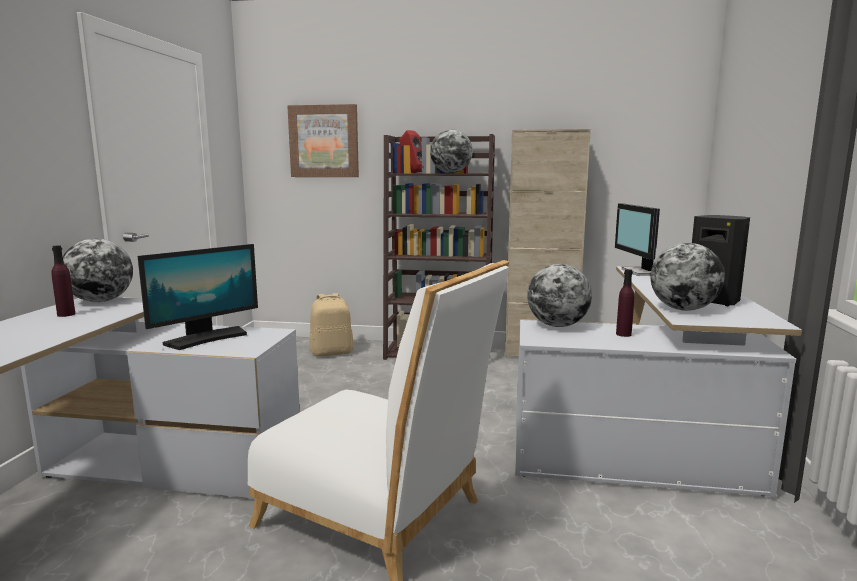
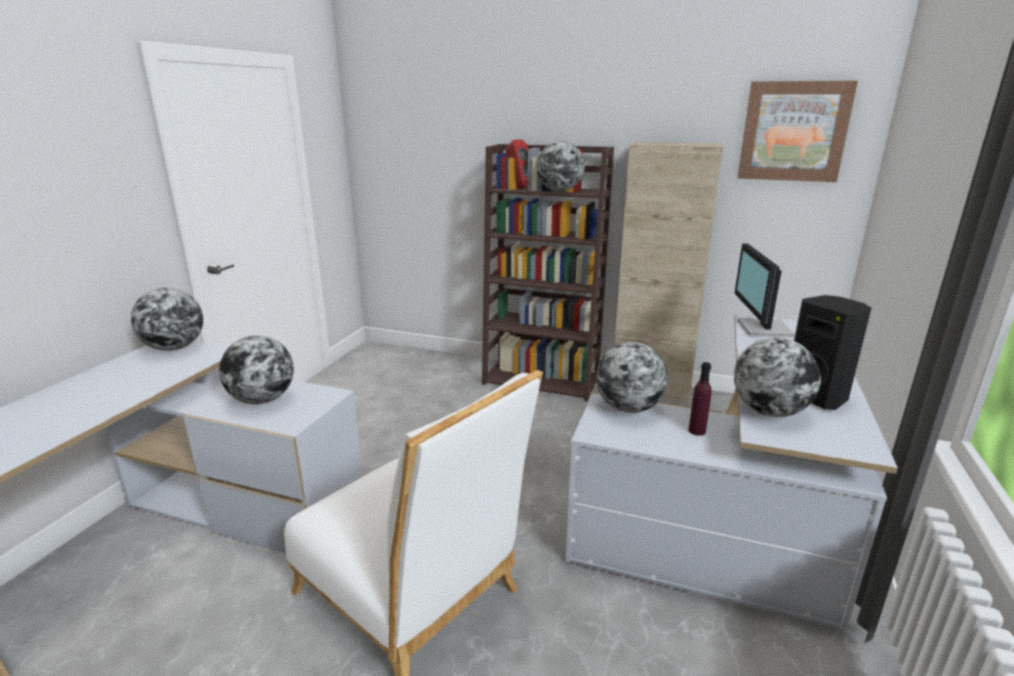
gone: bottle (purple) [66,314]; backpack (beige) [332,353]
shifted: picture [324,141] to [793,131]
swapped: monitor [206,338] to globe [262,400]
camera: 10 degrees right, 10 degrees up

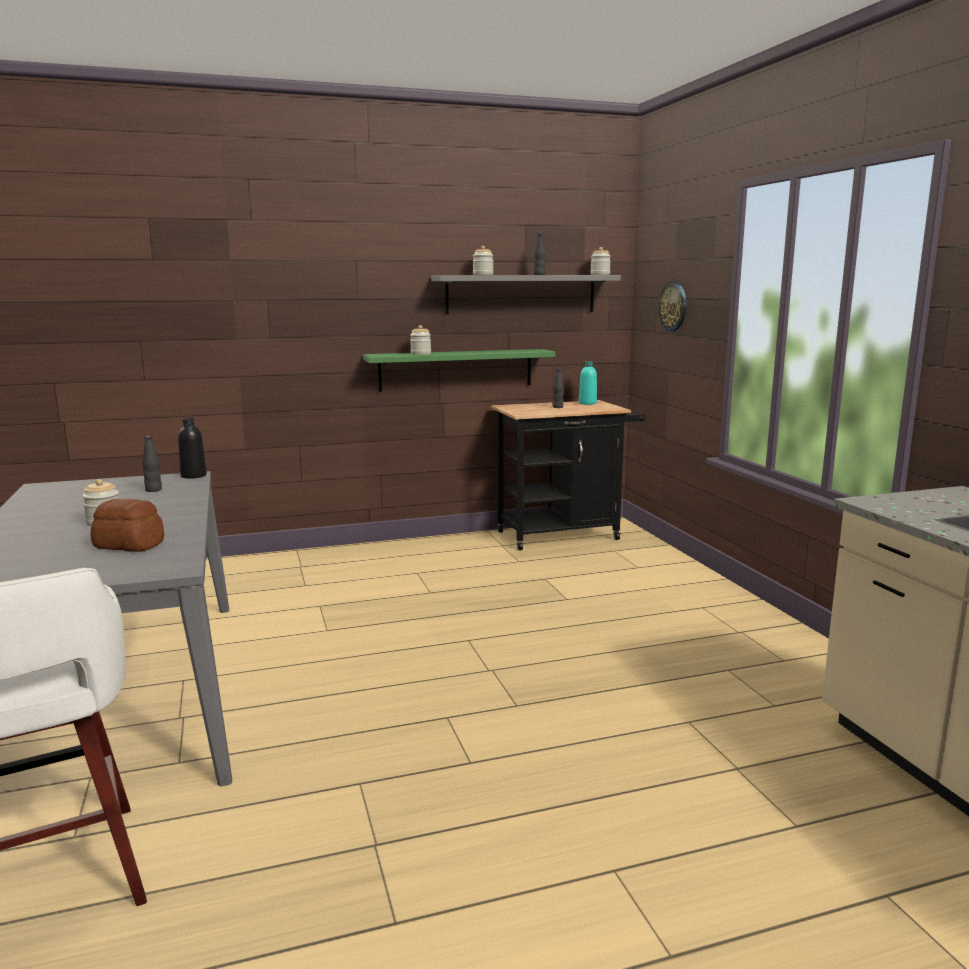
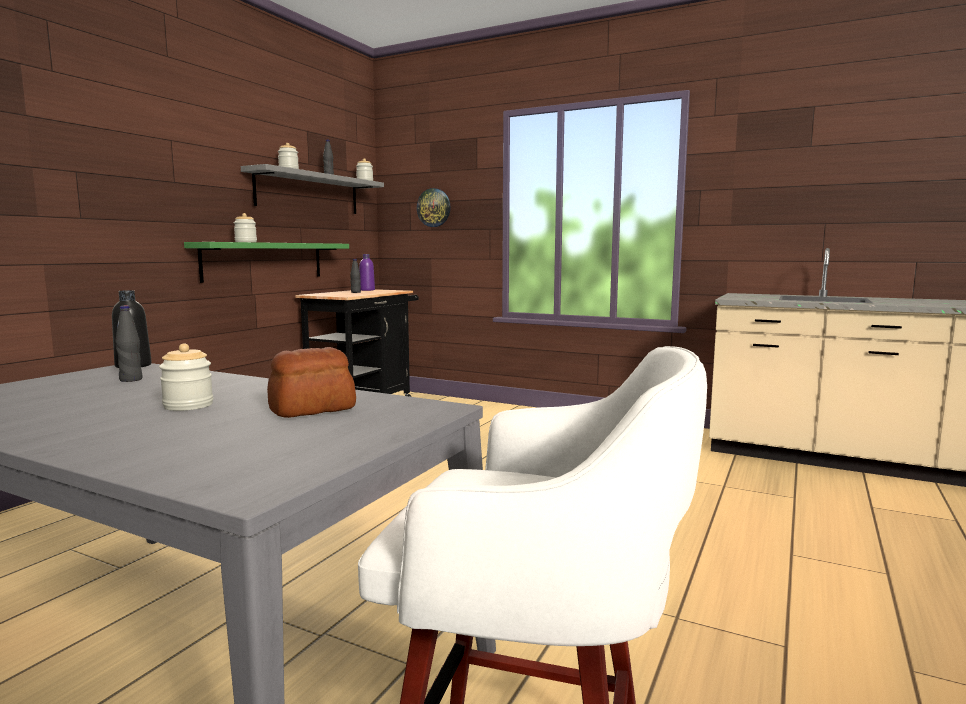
repainted: bottle (turquoise) [587,403] to bottle (purple) [367,290]
camera: 45 degrees left, 5 degrees down

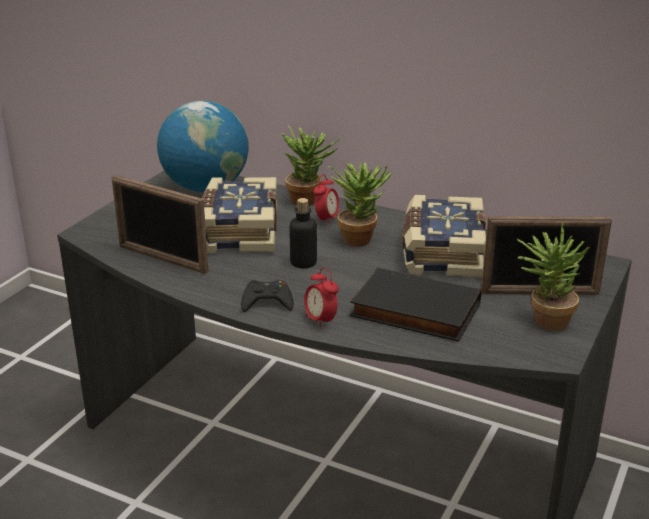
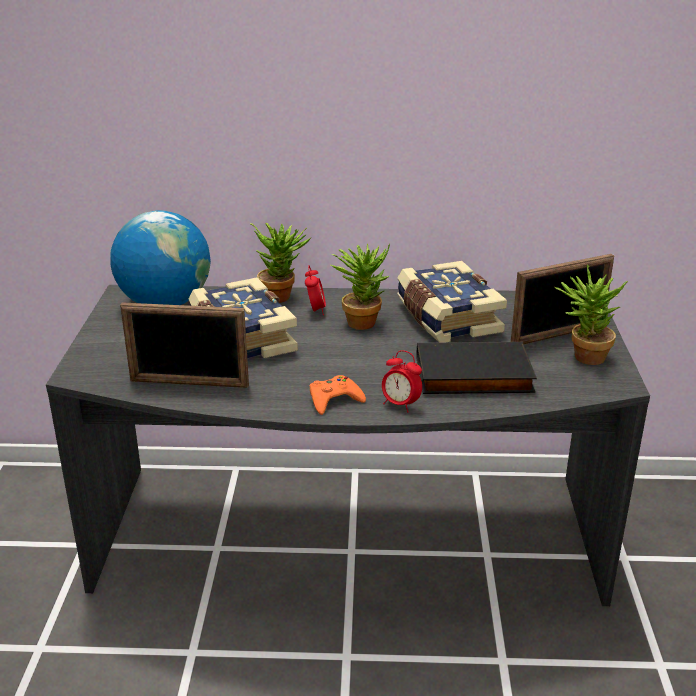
gone: bottle [303,263]
repainted: game controller (black) [267,302] to game controller (orange) [334,400]
camera: 25 degrees left, 0 degrees up

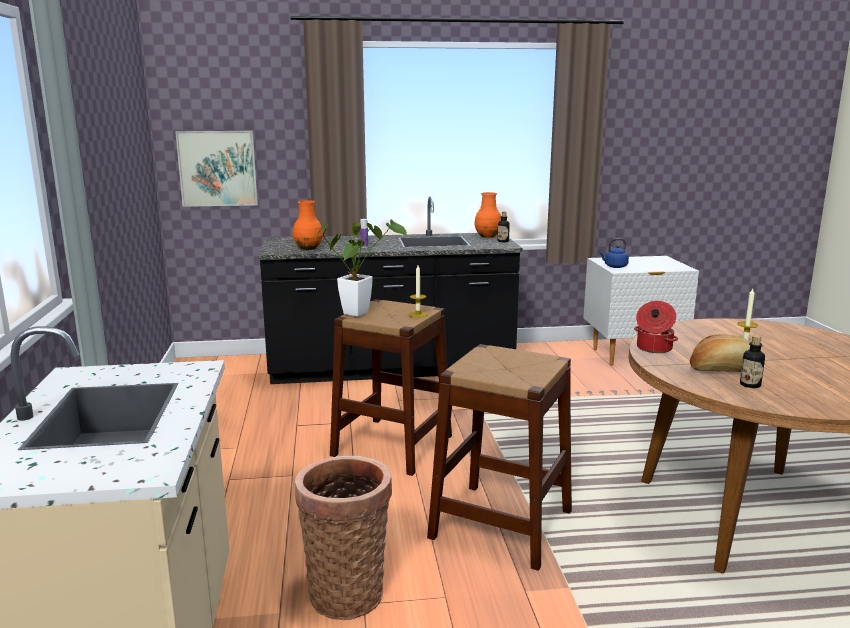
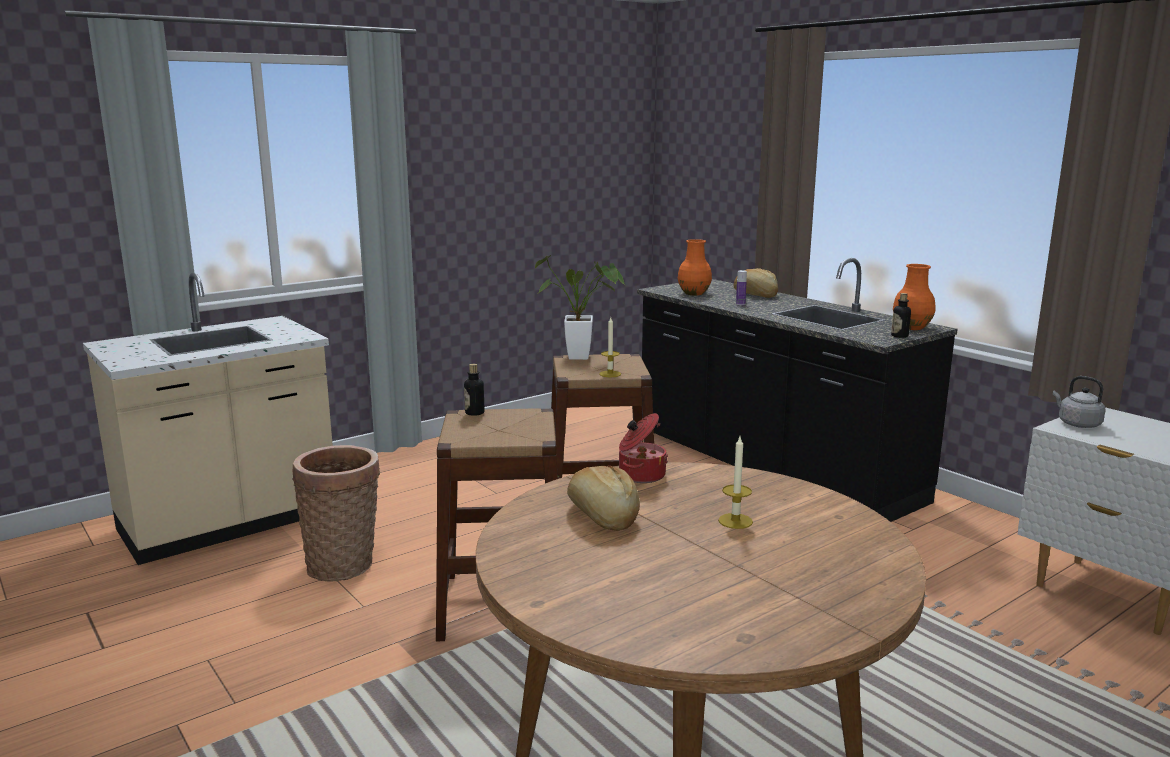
gone: picture [217,168]
new: bread [755,295]
shifted: bottle [750,385] to [474,413]
repainted: kettle (blue) [614,266] to kettle (grey) [1077,424]
camera: 60 degrees right, 0 degrees up

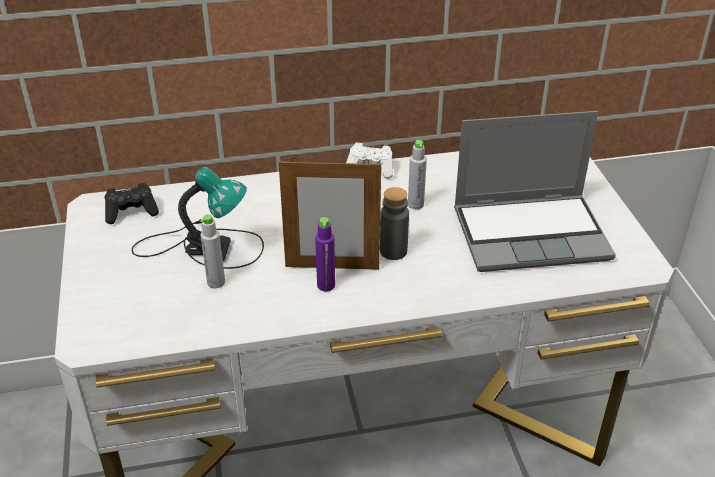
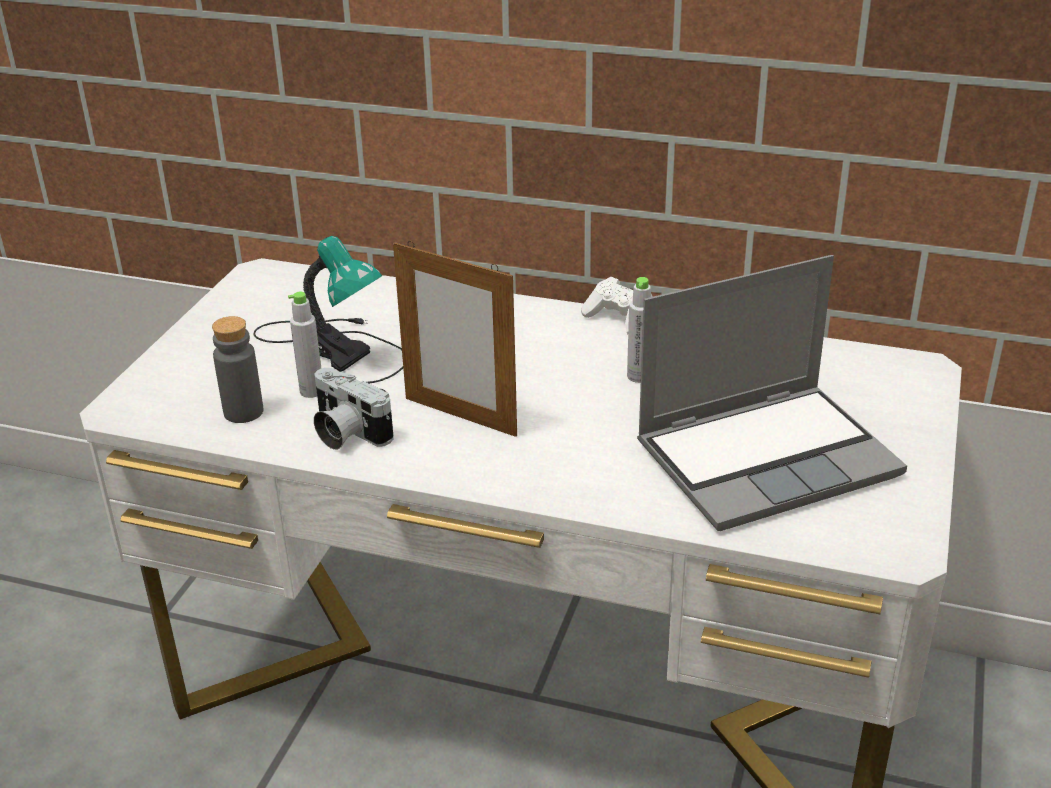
gone: game controller (black) [131,212]; bottle (purple) [326,285]
new: photo camera [346,433]
shifted: bottle (grey) [393,251] to [243,412]
rotated: laptop [532,233] = [768,457] 45 degrees counterclockwise
camera: 30 degrees right, 5 degrees down

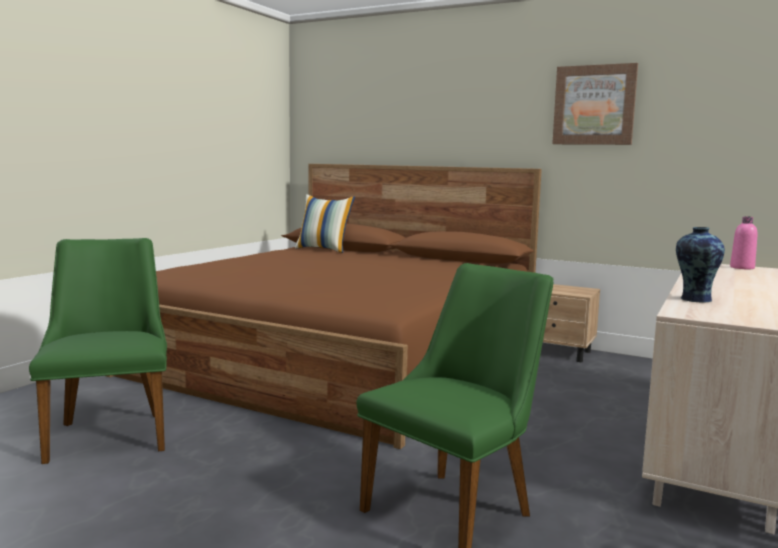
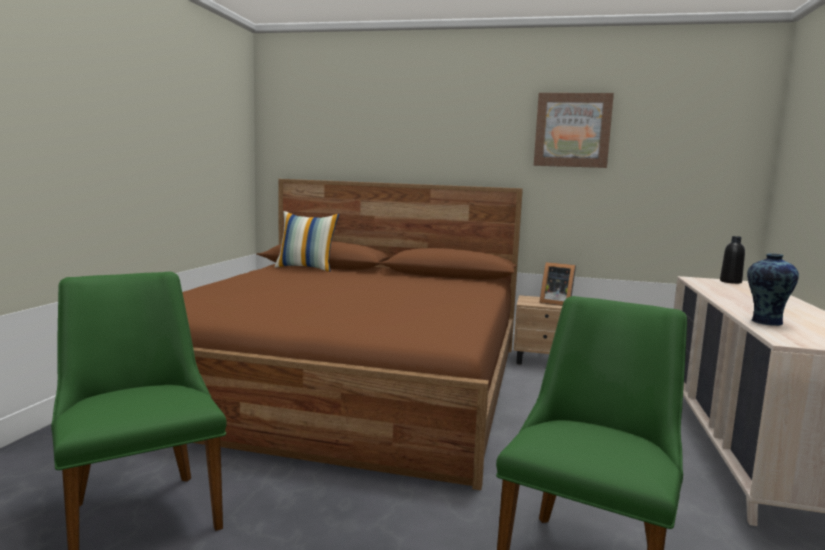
new: picture frame [555,303]
repainted: bottle (pink) [742,267] to bottle (black) [730,282]
camera: 15 degrees left, 0 degrees up

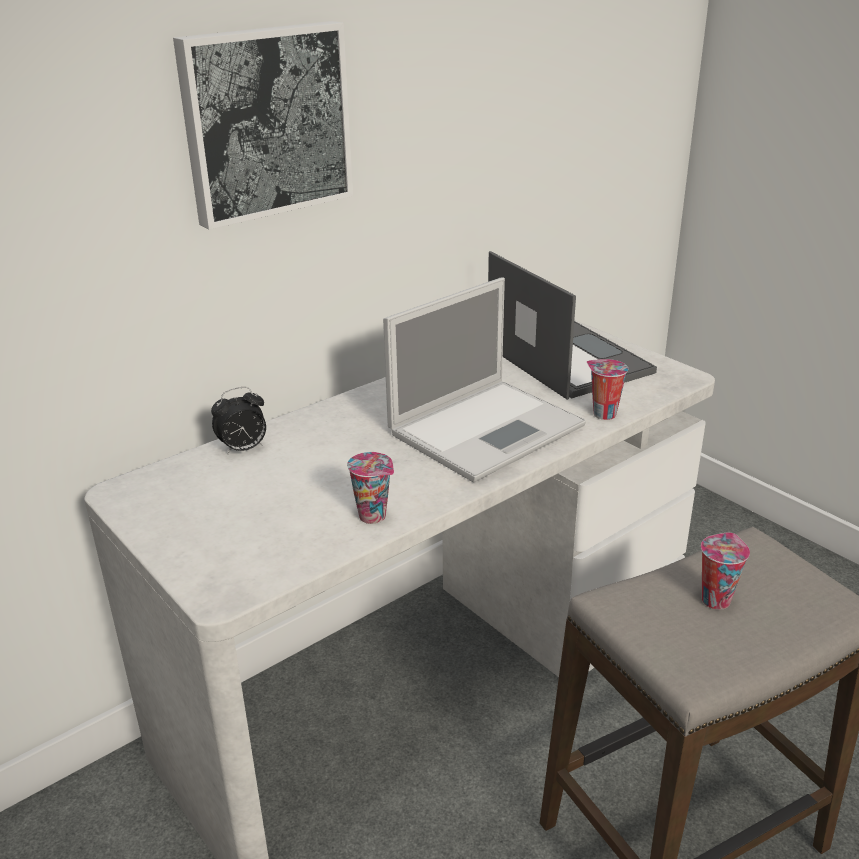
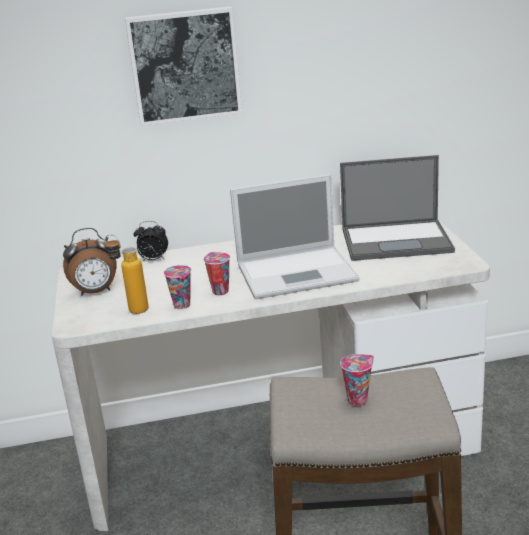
new: alarm clock [95,292]; bottle [131,309]
shifted: cup [602,414] to [219,291]
rotated: laptop [566,359] = [397,240] 90 degrees clockwise
camera: 30 degrees right, 5 degrees down

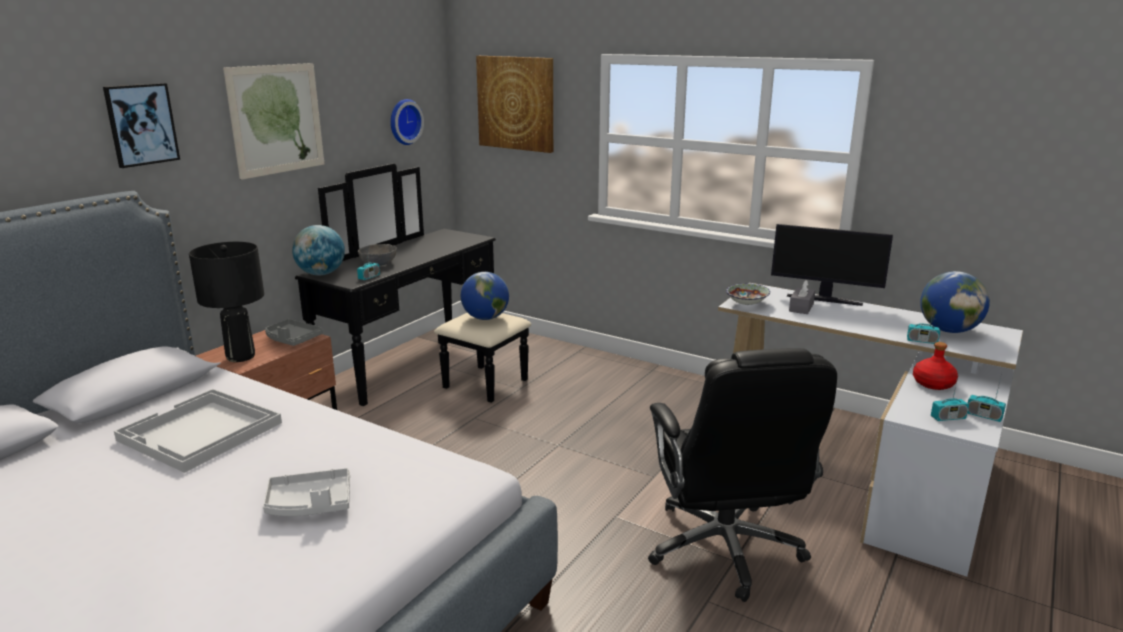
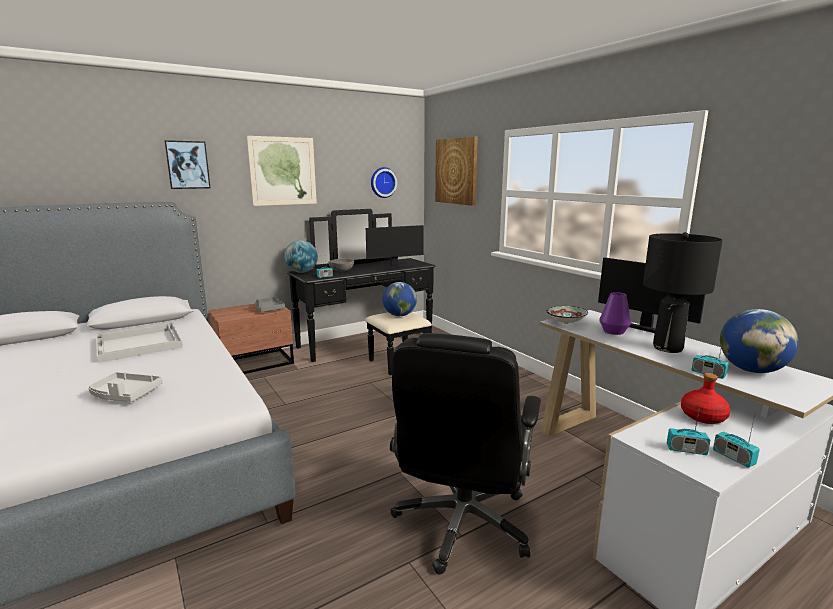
new: monitor [395,267]
shifted: table lamp (black) [241,356] to [667,348]
swapped: tissue box (grey) [801,307] to vase (purple) [613,331]
camera: 25 degrees right, 5 degrees down

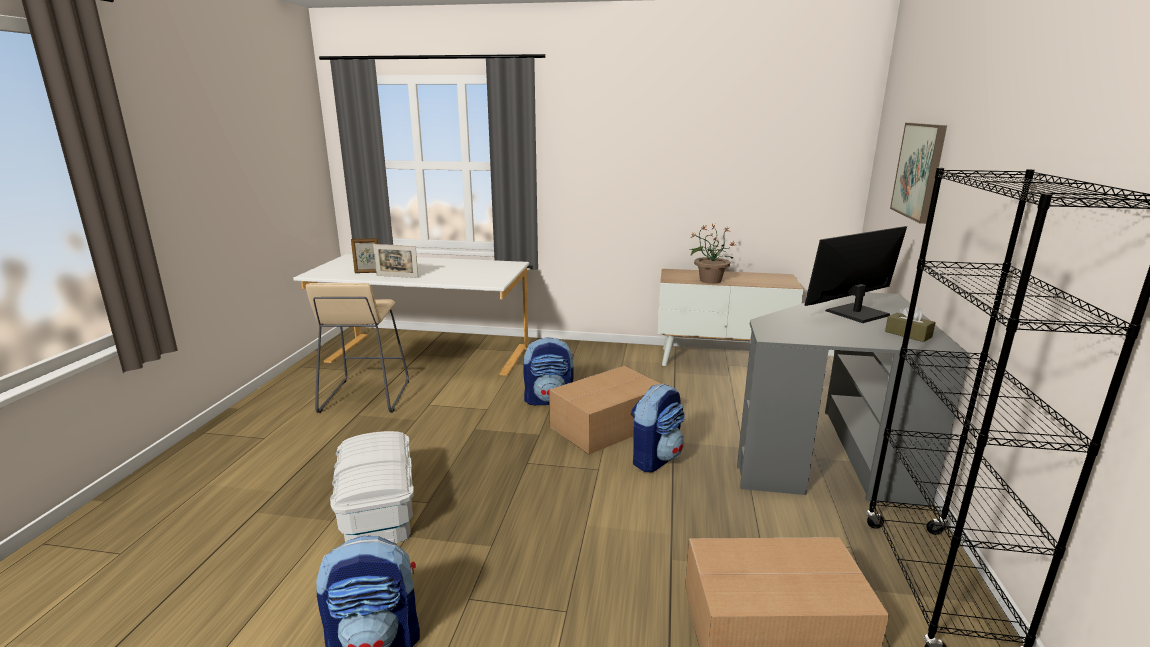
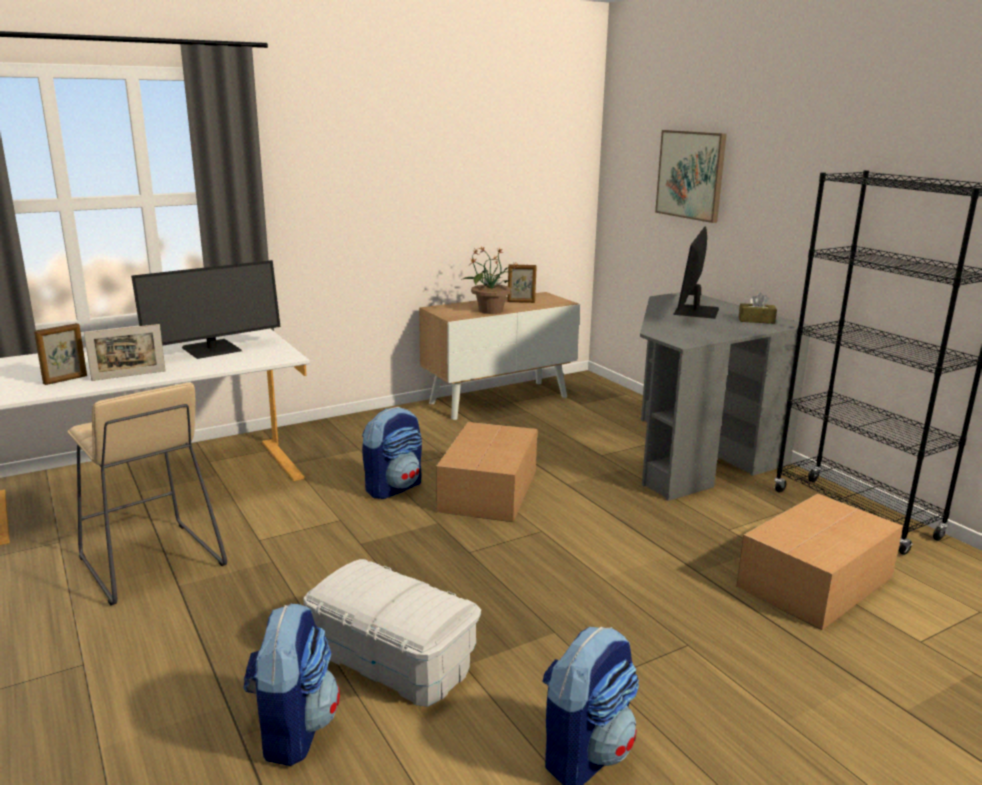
new: monitor [212,350]; picture frame [521,302]
shifted: backpack [655,458] to [292,730]
camera: 40 degrees left, 0 degrees up

